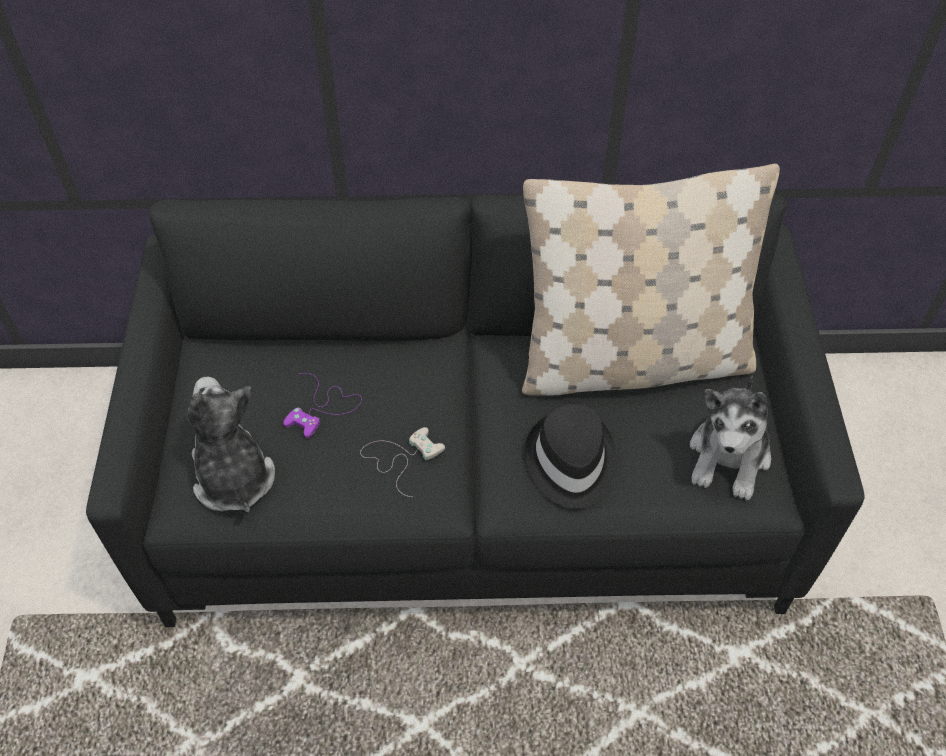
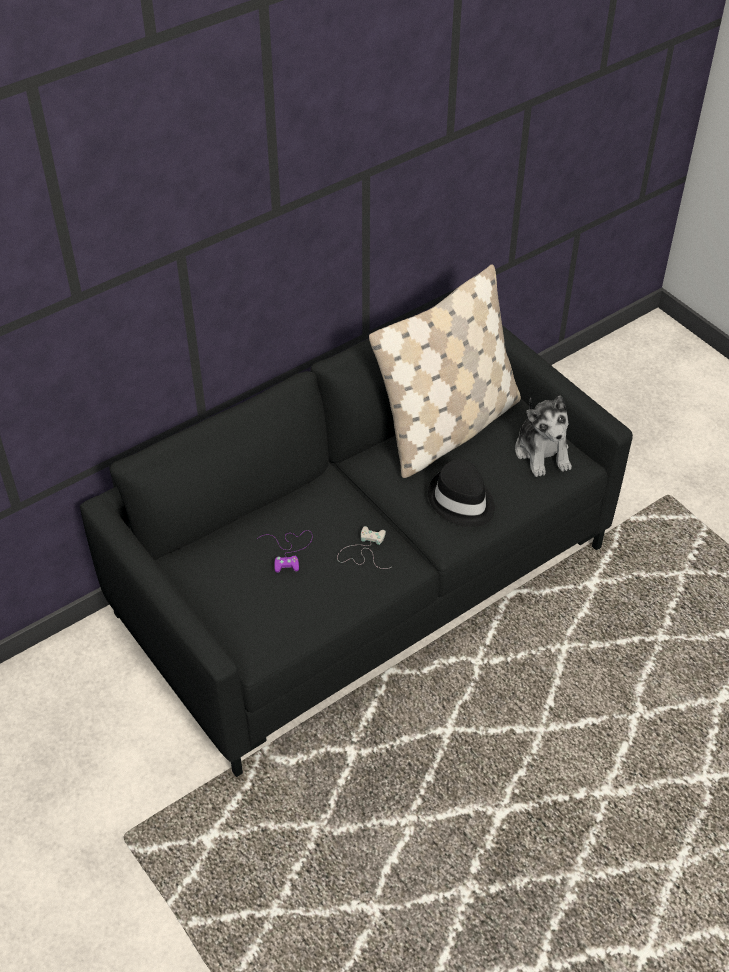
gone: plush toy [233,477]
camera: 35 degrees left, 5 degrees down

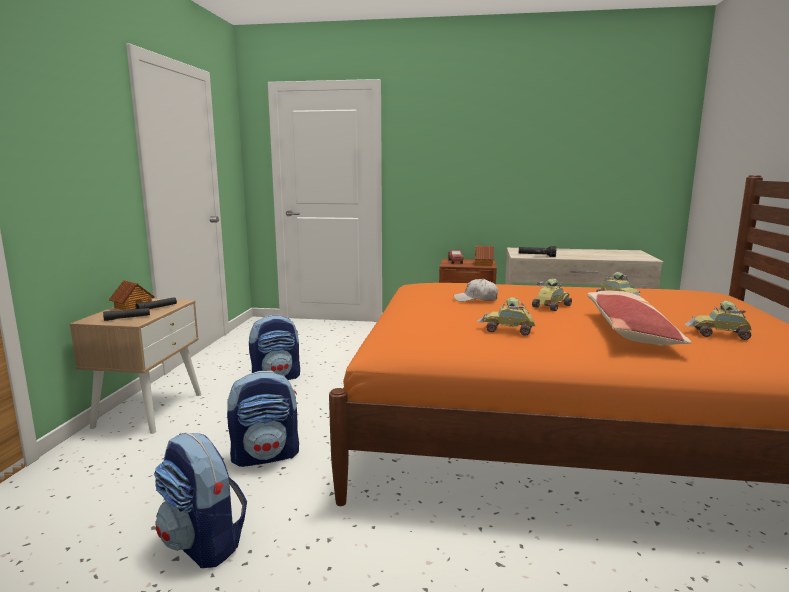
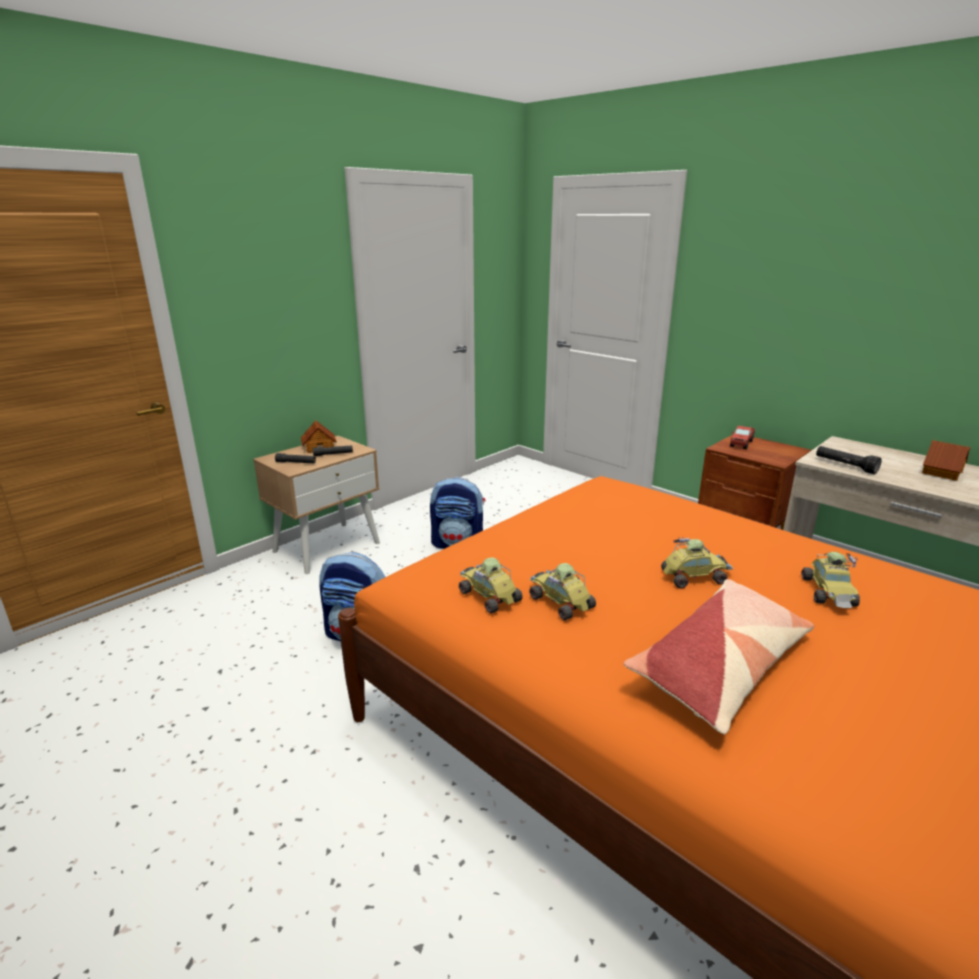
gone: backpack [204,543]; cap (white) [476,299]
shifted: toy car [719,334] to [487,596]; toy house [483,263] to [941,472]
camera: 35 degrees right, 10 degrees up

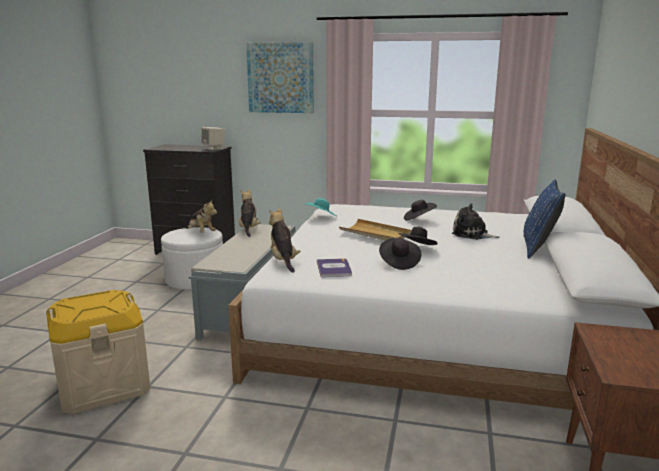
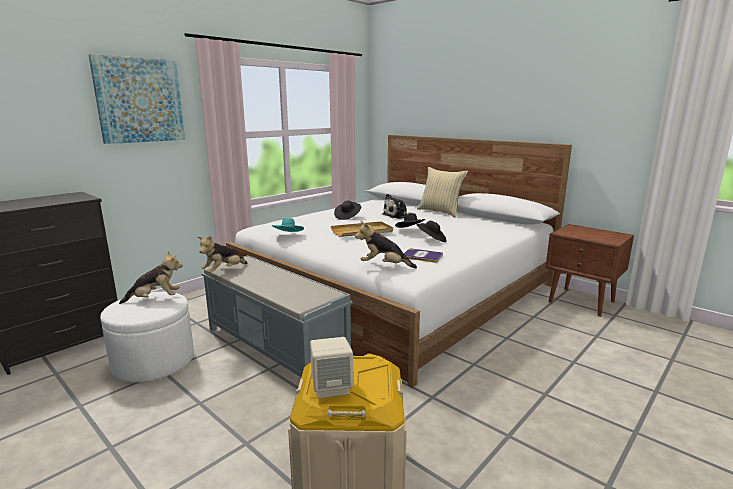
shifted: speaker (beige) [214,148] to [332,387]
repainted: pillow (blue) [538,248] to pillow (beige) [440,212]
rotated: plush toy [248,229] = [223,271] 75 degrees counterclockwise
camera: 60 degrees left, 0 degrees up

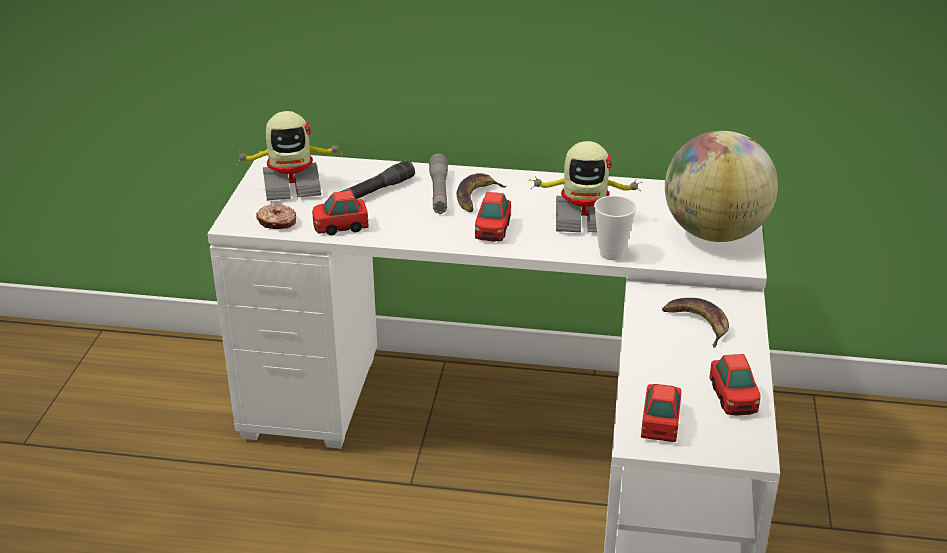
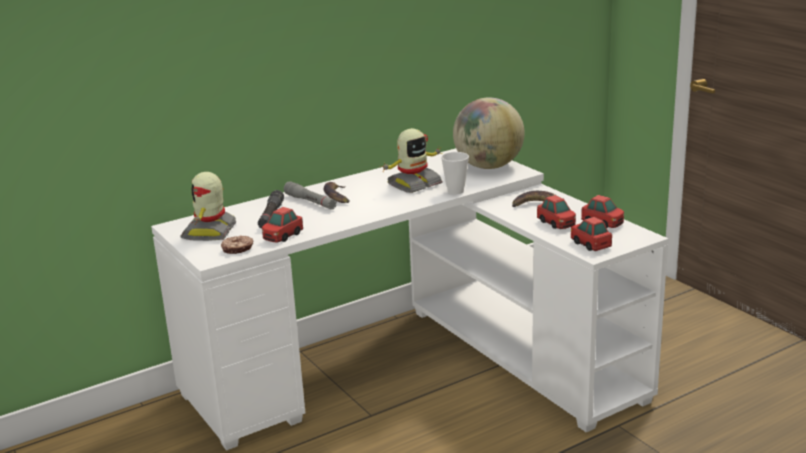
shifted: toy car [492,230] to [556,223]
rotated: toy robot [292,186] = [211,232] 150 degrees clockwise
camera: 40 degrees left, 10 degrees down

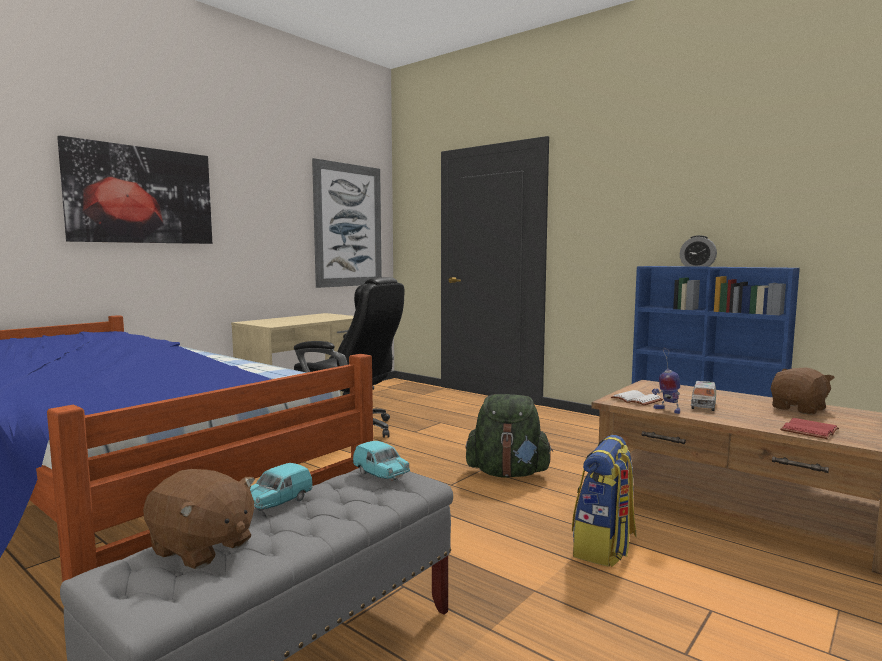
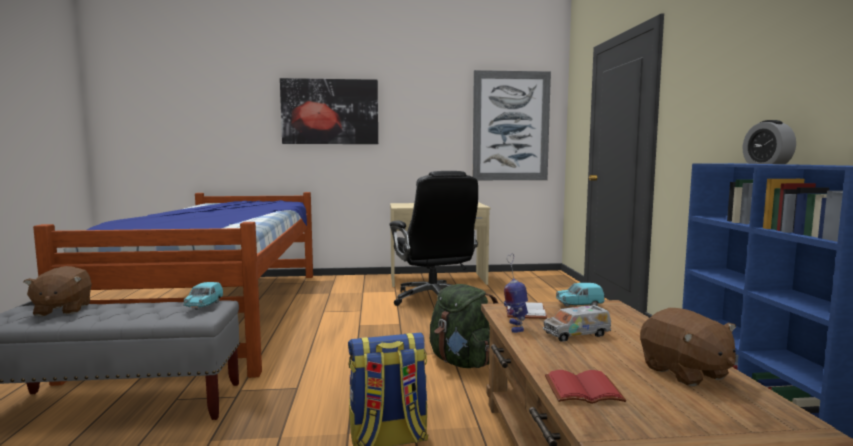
shifted: toy car (turquoise) [277,503] to [579,305]
rotated: plush toy (brown) [799,409] = [684,372] 60 degrees clockwise
camera: 45 degrees right, 0 degrees up

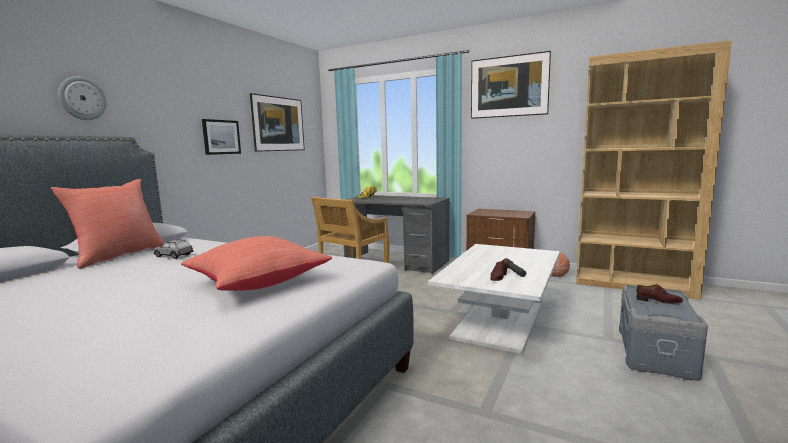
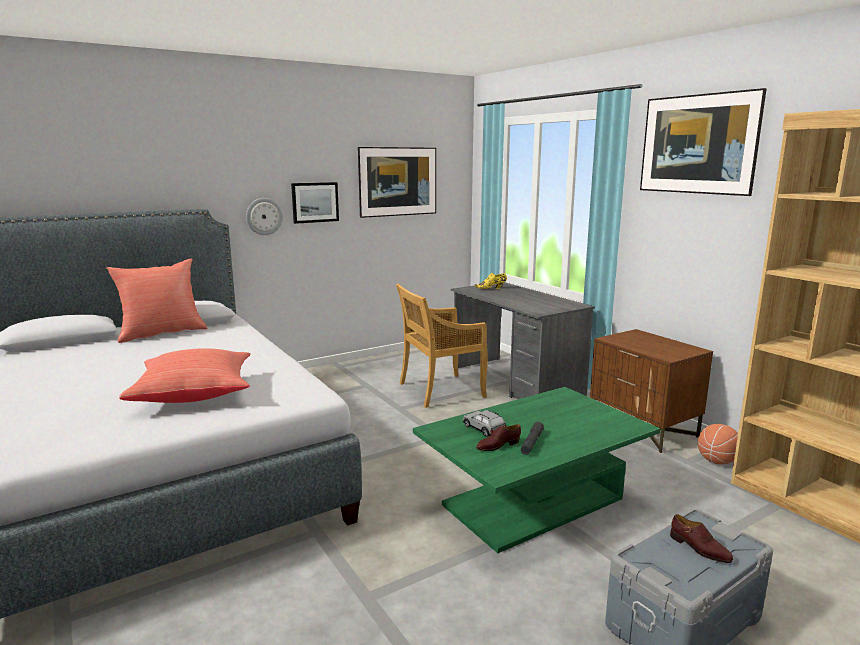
shifted: wall clock [82,98] to [264,216]; toy car (grey) [174,256] to [484,429]
repainted: coffee table (white) [499,320] to coffee table (green) [532,502]
camera: 30 degrees right, 5 degrees up

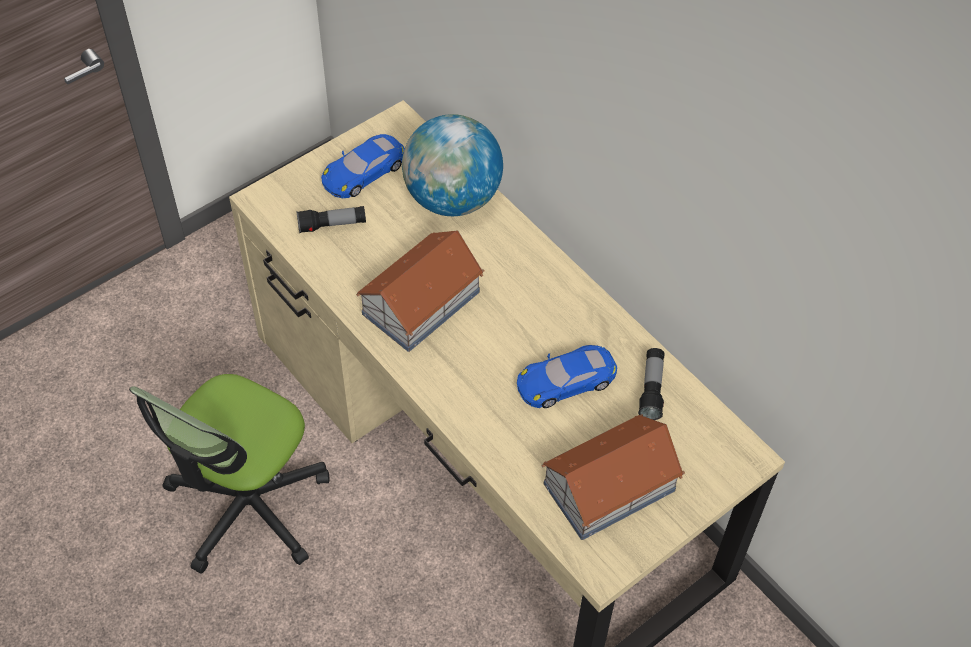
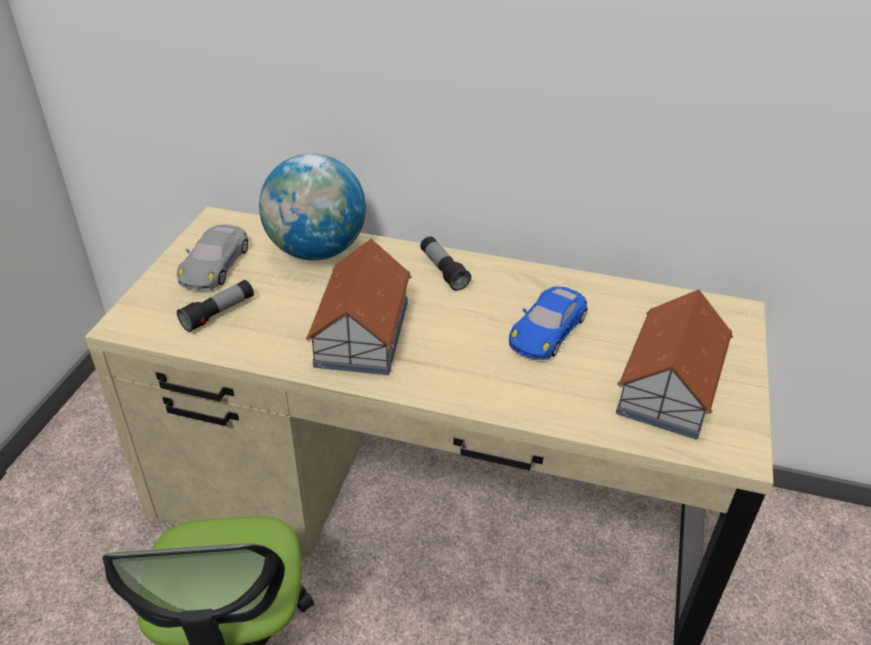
shifted: flashlight [651,389] to [443,271]
repainted: toy car (blue) [363,171] to toy car (grey) [214,264]
camera: 35 degrees left, 15 degrees down

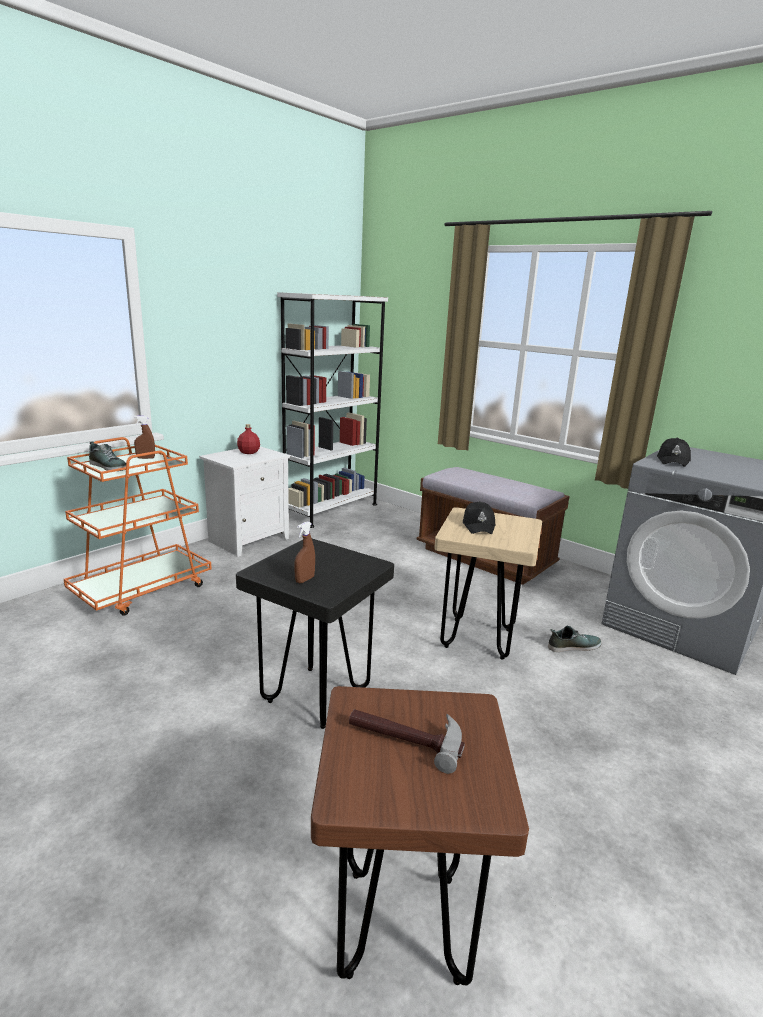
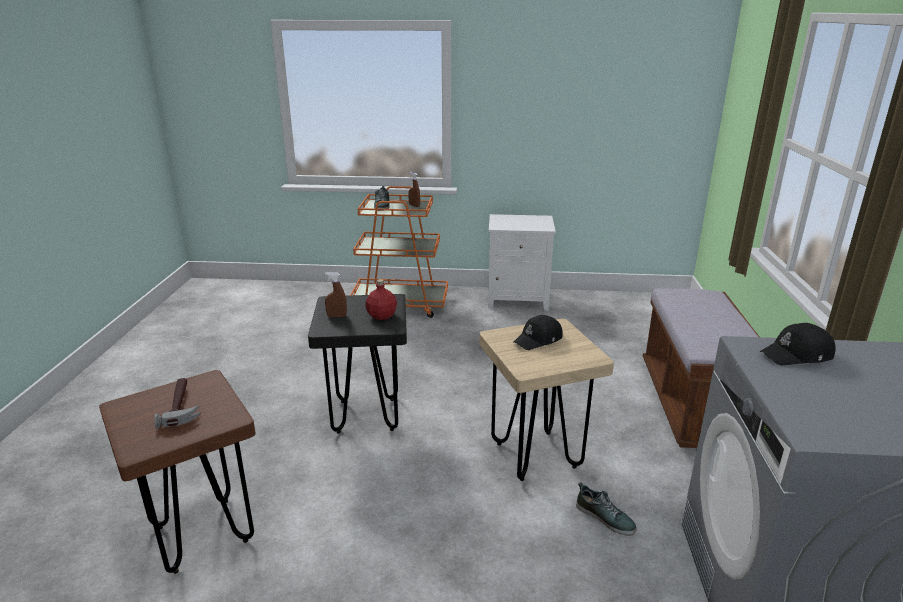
gone: bookcase (white) [331,510]
shifted: bottle (red) [249,452] to [382,316]
camera: 55 degrees right, 5 degrees up

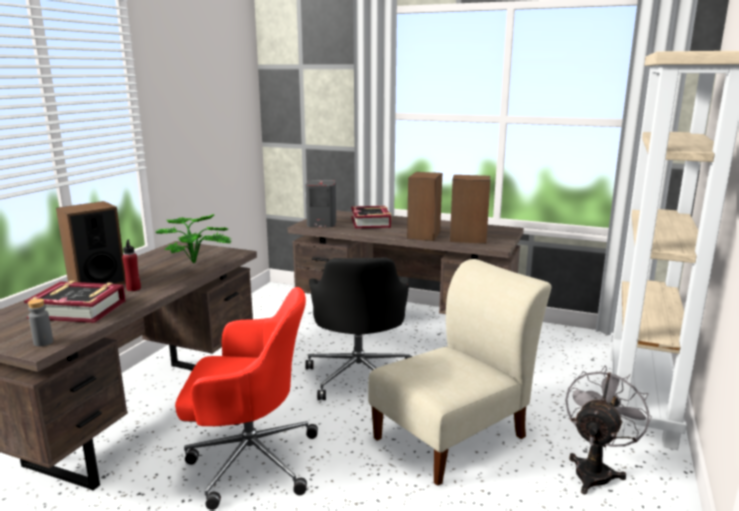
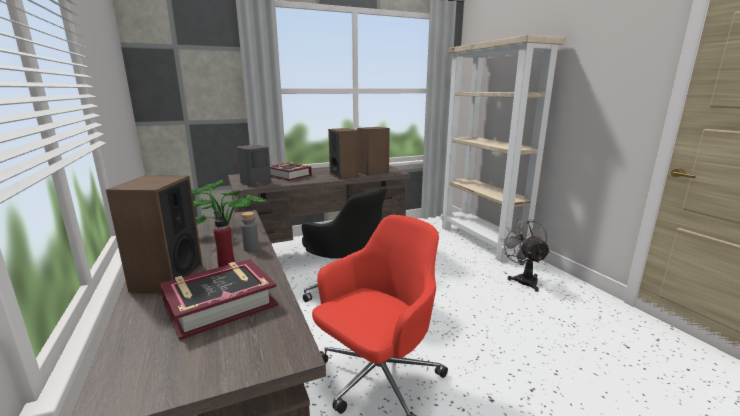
gone: chair (beige) [454,435]
shifted: bottle (grey) [43,342] to [251,249]
camera: 45 degrees left, 0 degrees up

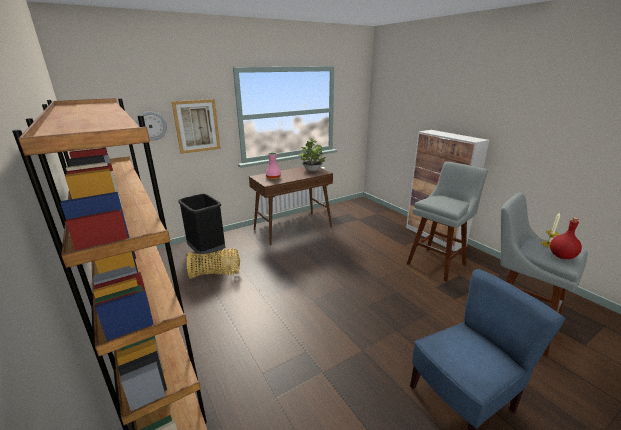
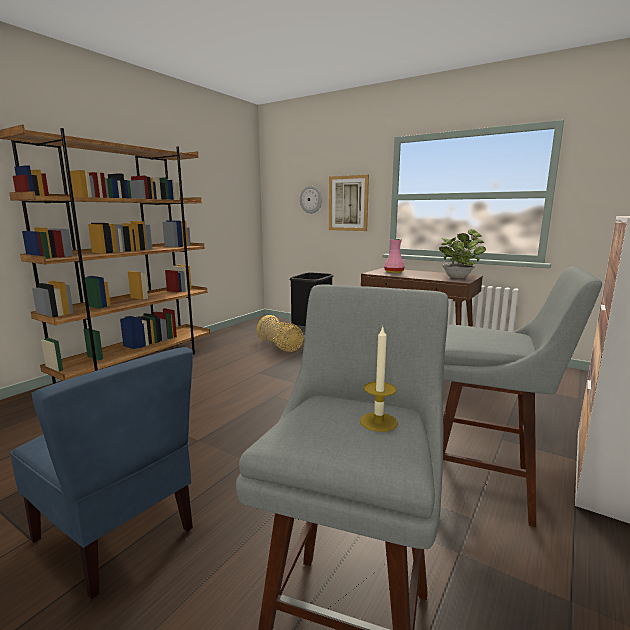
gone: bottle (red) [561,256]
camera: 65 degrees right, 10 degrees down

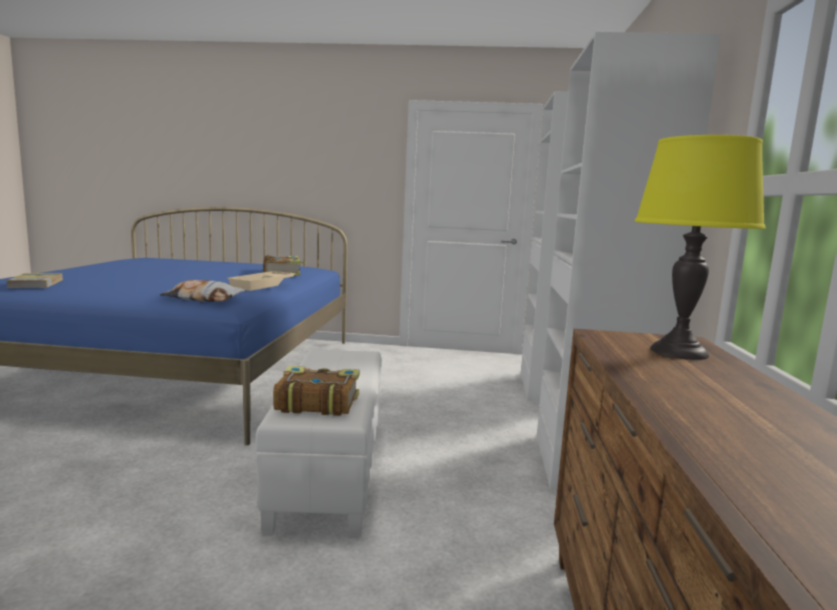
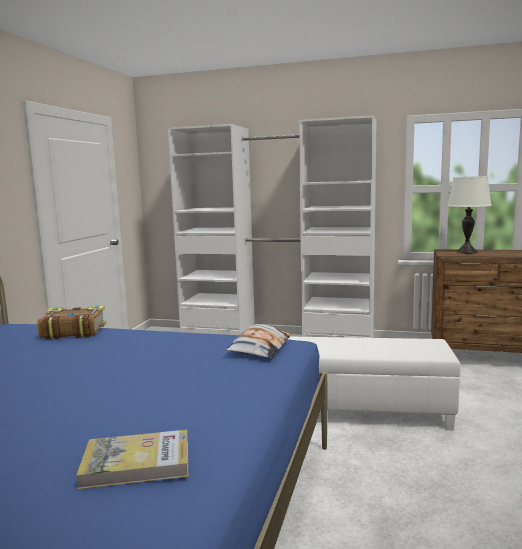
gone: tray (beige) [263,285]; book [316,402]
repainted: table lamp (yellow) [678,352] to table lamp (white) [466,252]
camera: 80 degrees left, 0 degrees up

